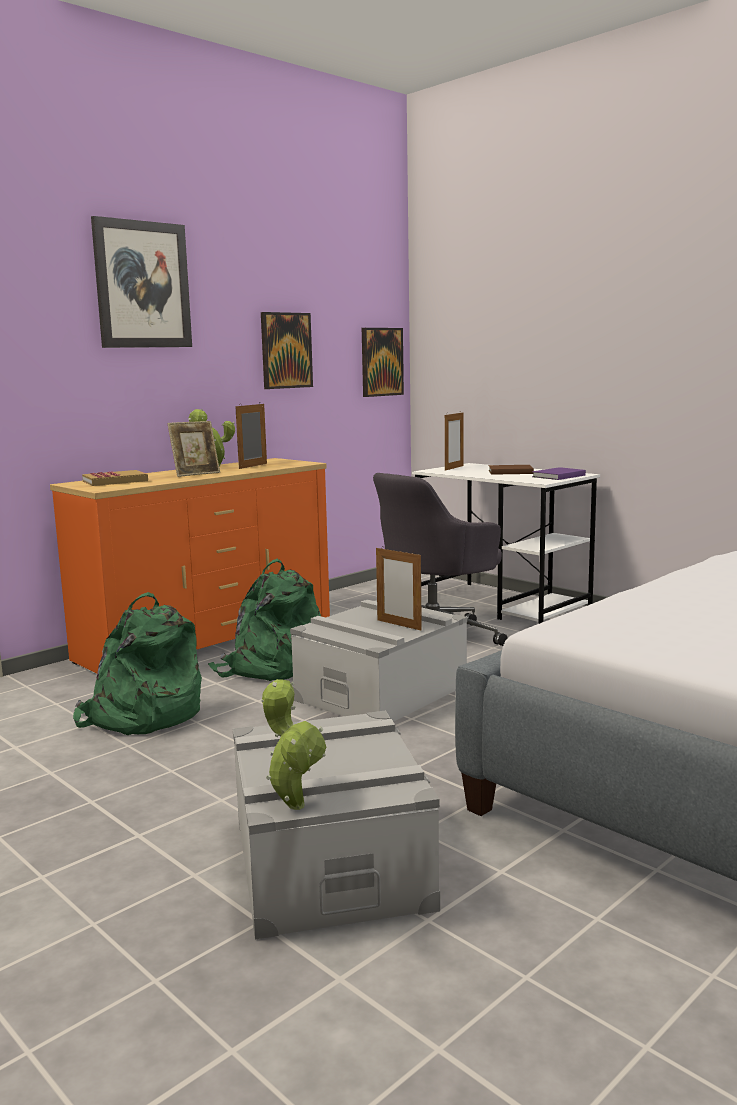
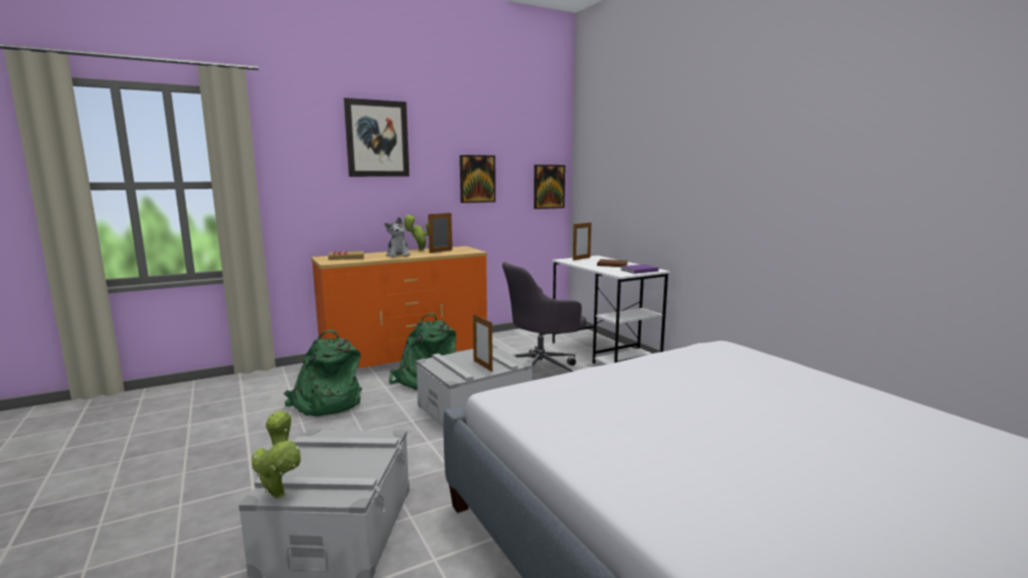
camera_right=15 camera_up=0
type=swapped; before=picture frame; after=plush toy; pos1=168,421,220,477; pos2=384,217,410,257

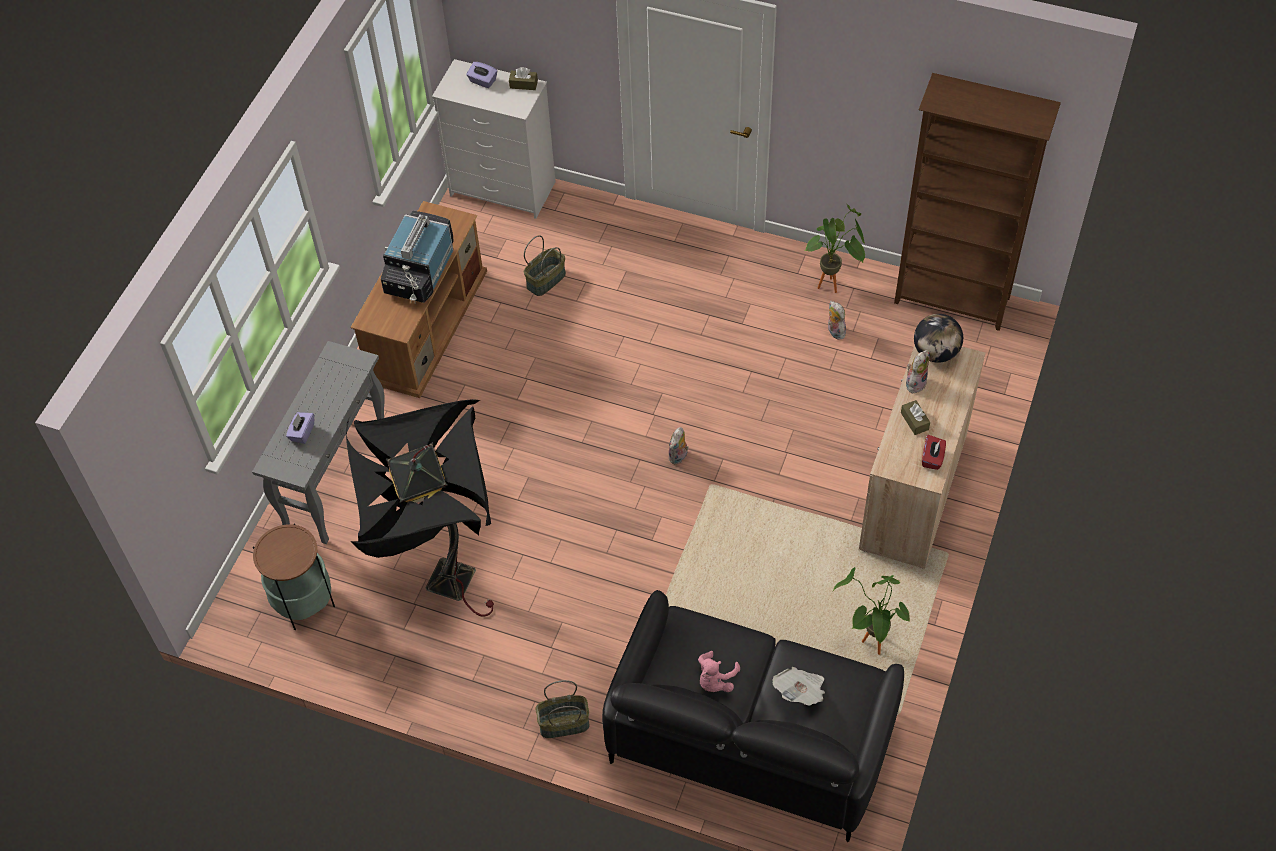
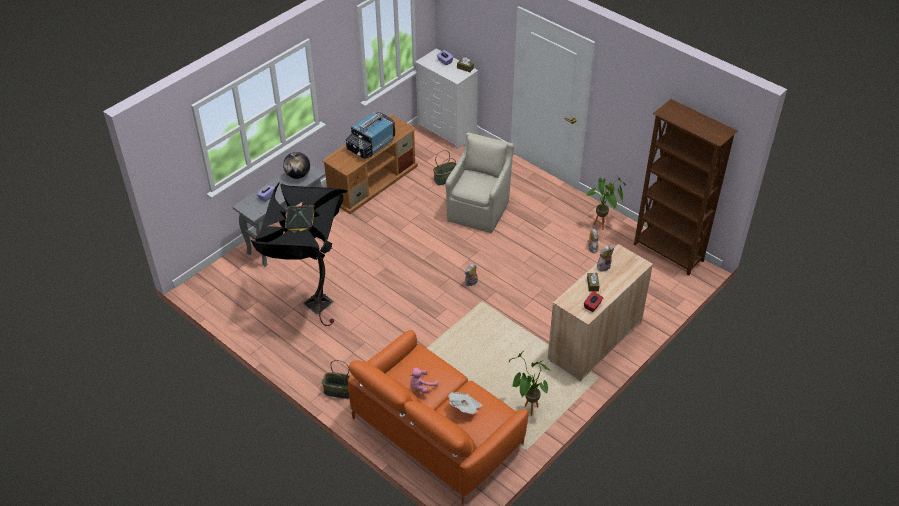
camera_right=20 camera_up=-10
type=gone; before=side table; pos1=253,523,335,630
type=repainted; before=black sofa; after=orange sofa; pos1=602,590,904,842; pos2=348,330,528,505
type=shifted; before=globe; pos1=914,314,963,363; pos2=283,152,310,179
type=new; after=beige armchair; pos2=446,132,514,233

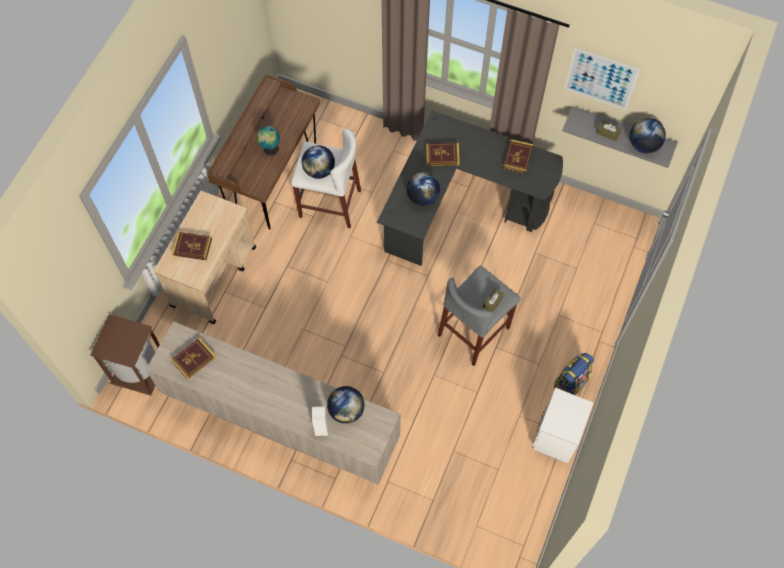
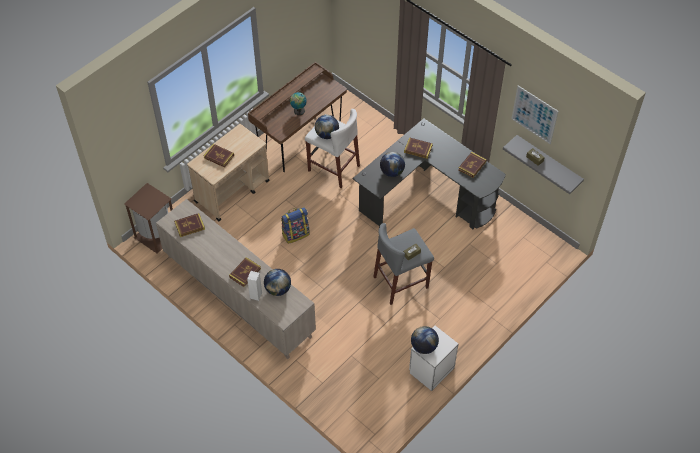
camera_right=20 camera_up=-10
type=shifted; before=backpack; pos1=554,353,594,395; pos2=281,207,309,244
type=shifted; before=globe; pos1=630,118,666,154; pos2=411,326,439,354
type=new; after=book; pos2=229,257,261,287

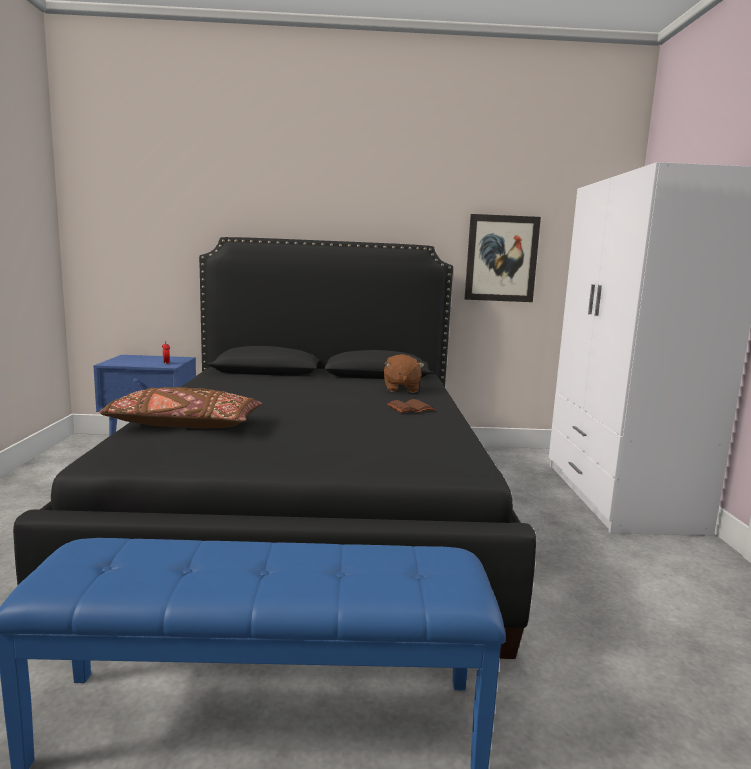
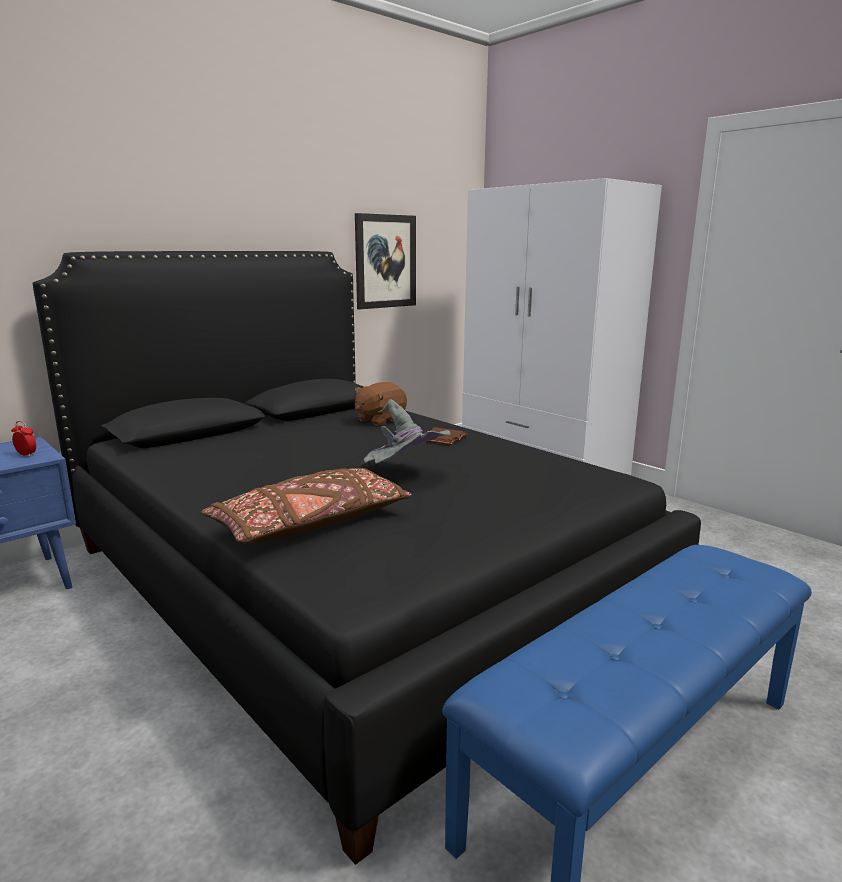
camera_right=-40 camera_up=5
type=rotated; before=brown plush toy; pos1=384,354,424,393; pos2=355,382,407,426; turn=90
type=new; after=grey hat; pos2=360,399,451,465

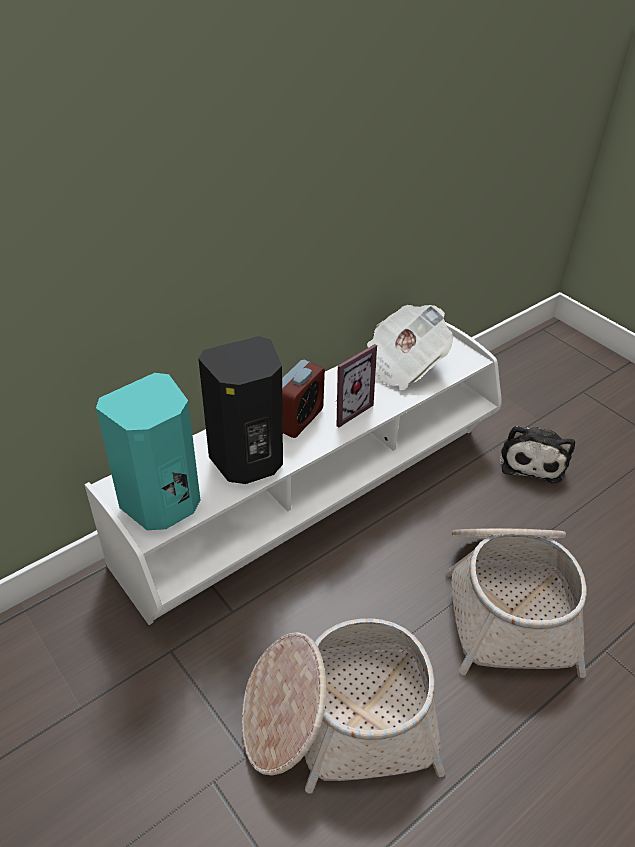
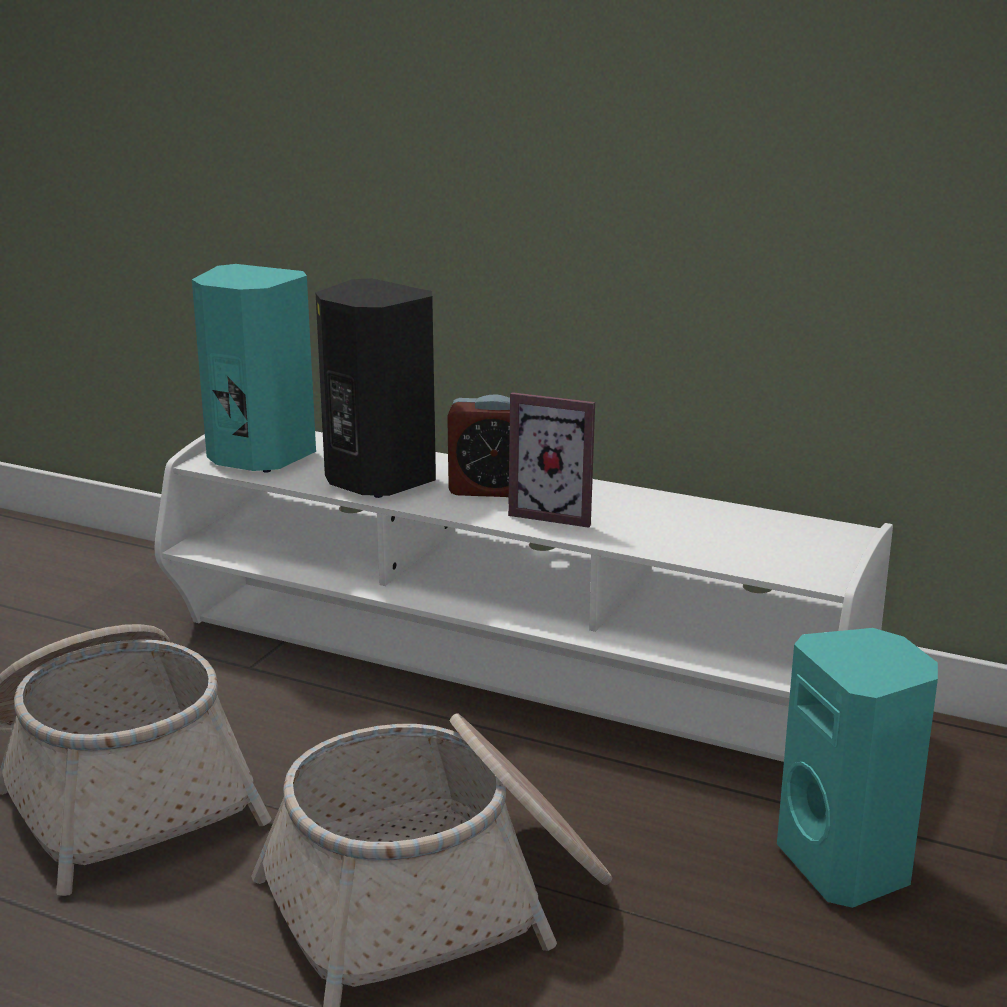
camera_right=65 camera_up=-20
type=gone; before=newspaper; pos1=367,305,453,389
type=swapped; before=plush toy; after=turquoise speaker; pos1=500,425,575,484; pos2=777,628,938,908

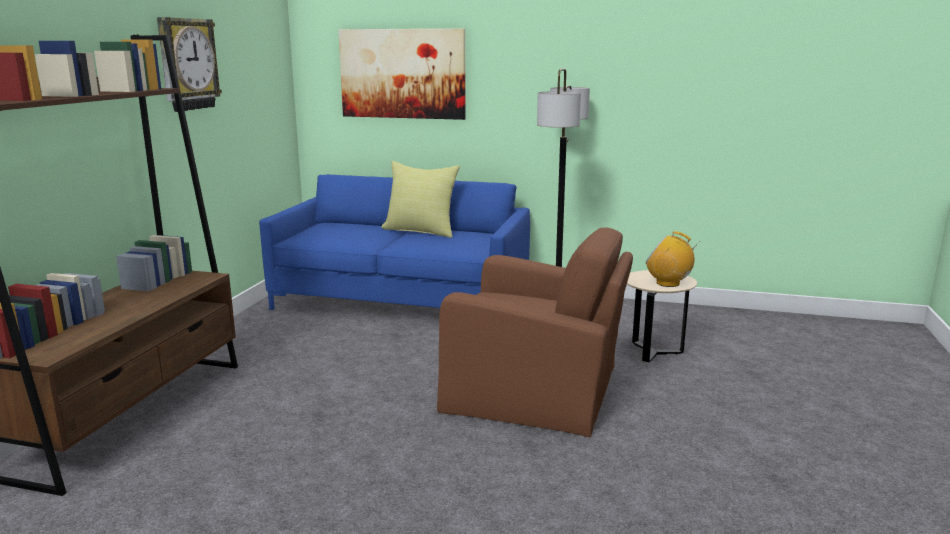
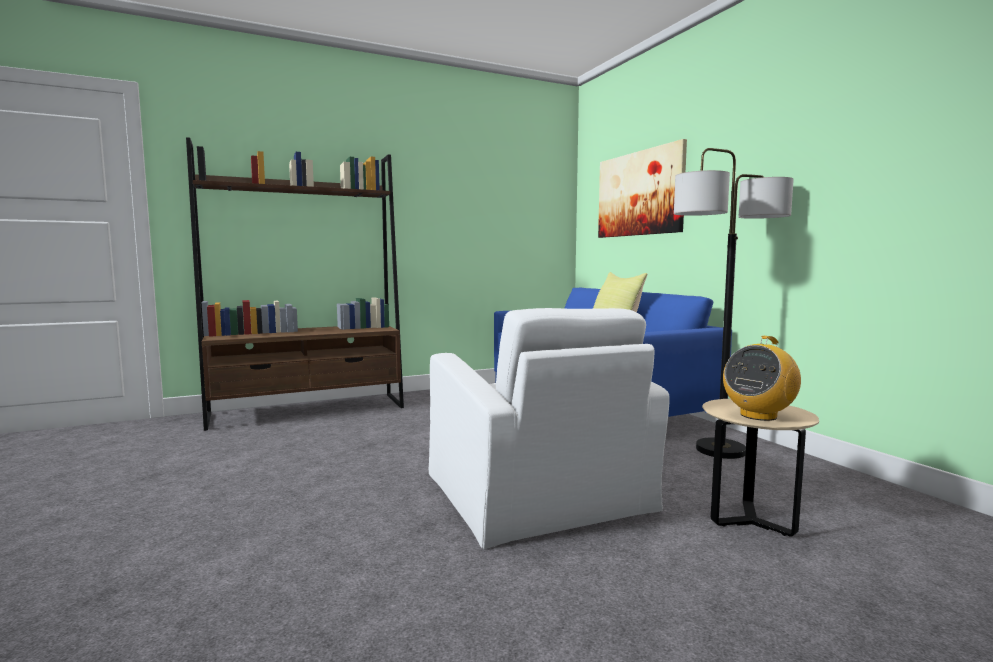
camera_right=50 camera_up=-10
type=gone; before=wall clock; pos1=157,17,222,112
type=repainted; before=brown armchair; after=white armchair; pos1=437,227,633,437; pos2=429,308,670,549
type=rotated; before=radio; pos1=646,231,700,287; pos2=723,336,801,421; turn=-120

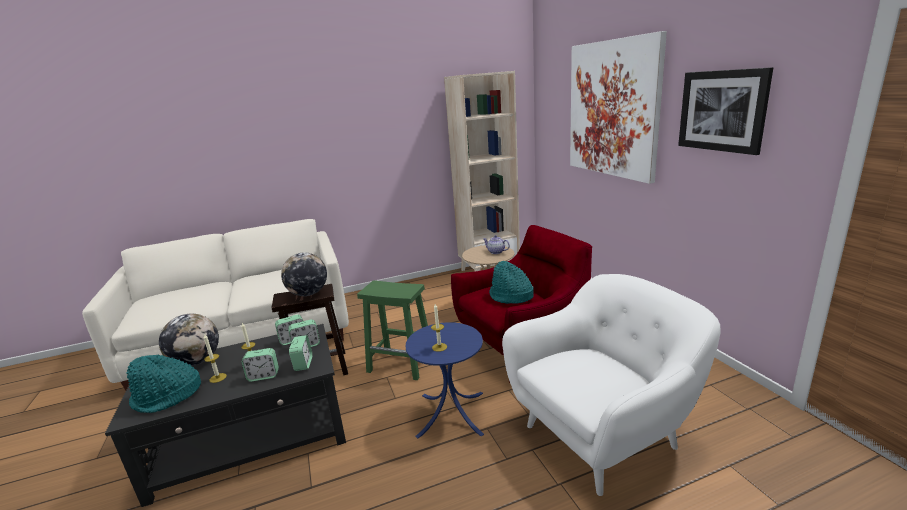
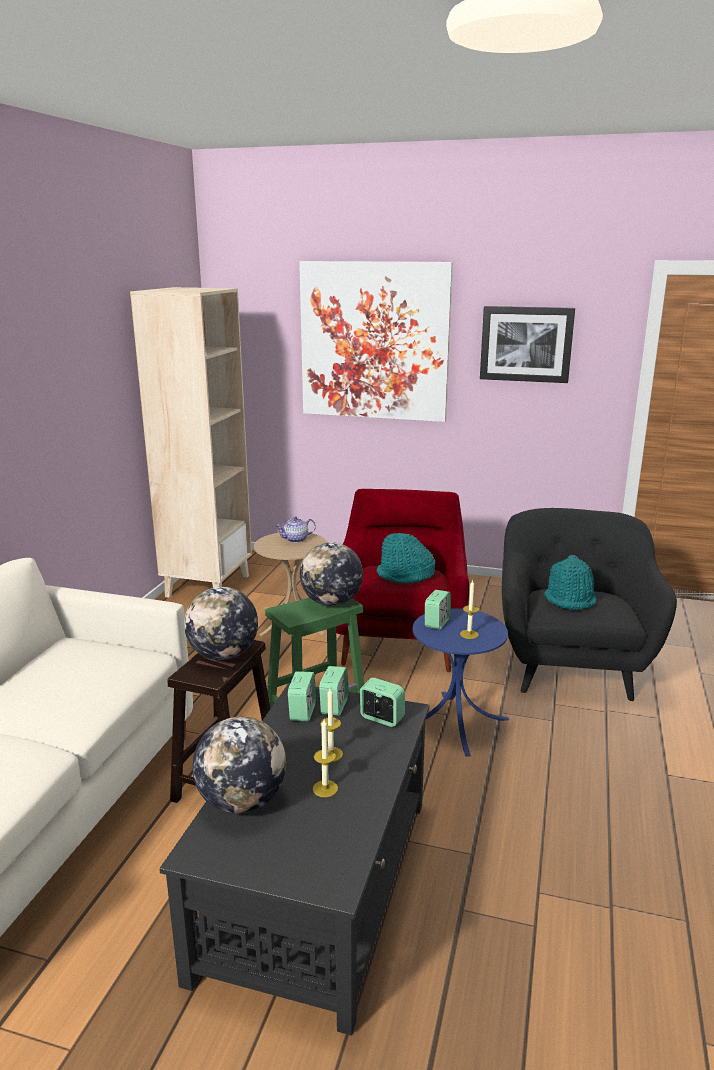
camera_right=-55 camera_up=0
type=shifted; before=turquoise hat; pos1=127,354,201,413; pos2=544,555,597,610
type=shifted; before=alarm clock; pos1=241,348,279,382; pos2=425,590,451,629
type=repainted; before=white armchair; after=black armchair; pos1=502,274,720,496; pos2=502,508,677,701
type=new; after=globe; pos2=300,542,363,606

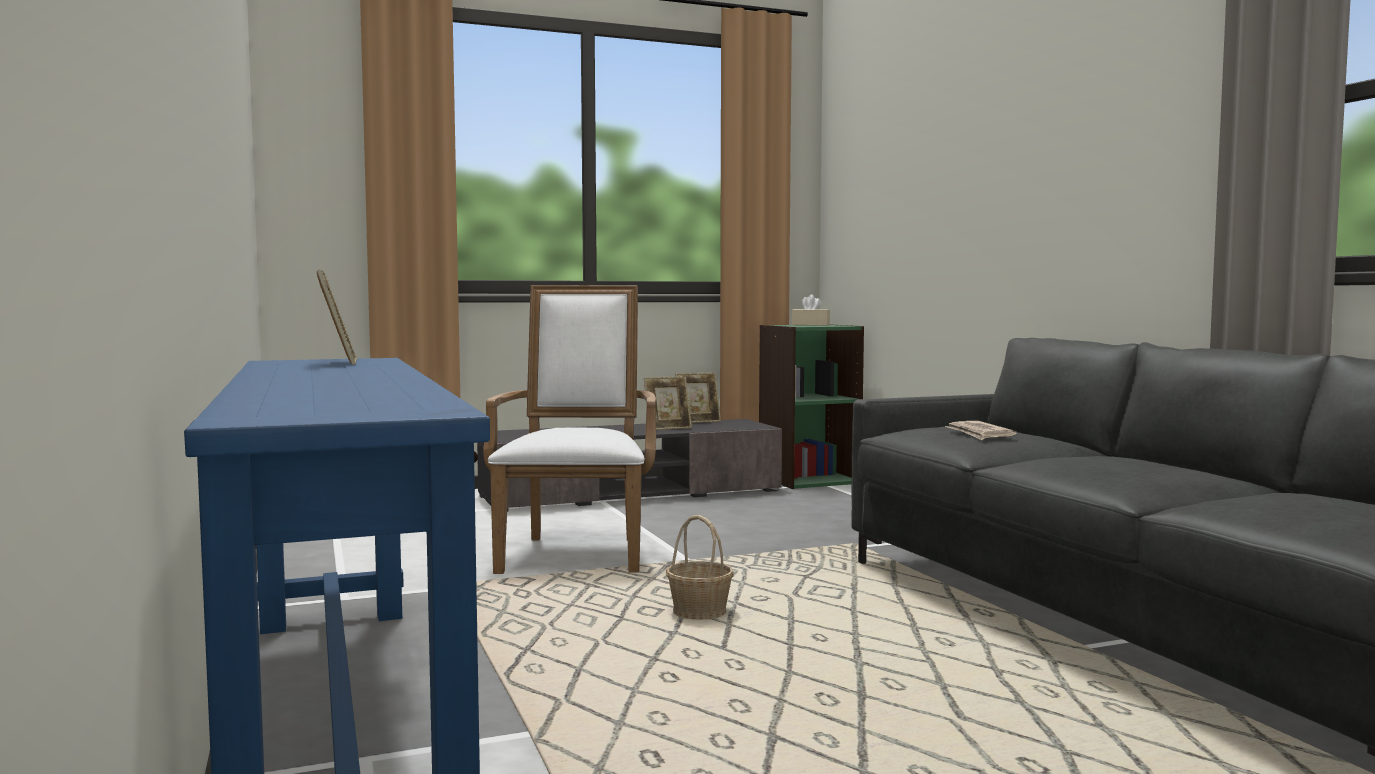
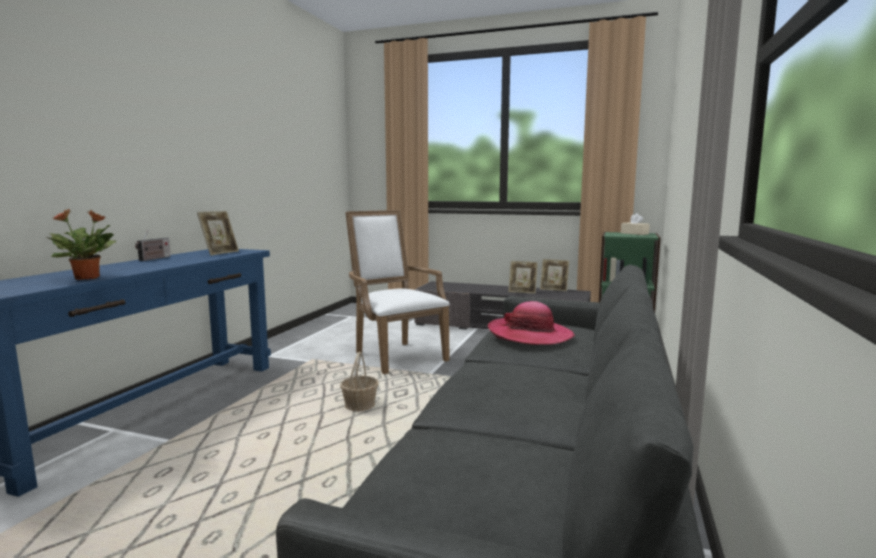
camera_right=40 camera_up=5
type=rotated; before=white armchair; pos1=483,285,656,574; pos2=345,210,450,374; turn=-75
type=swapped; before=newspaper; after=hat; pos1=945,421,1017,440; pos2=488,301,575,345
type=new; after=potted plant; pos2=47,209,117,280
type=new; after=radio; pos2=135,229,171,261

